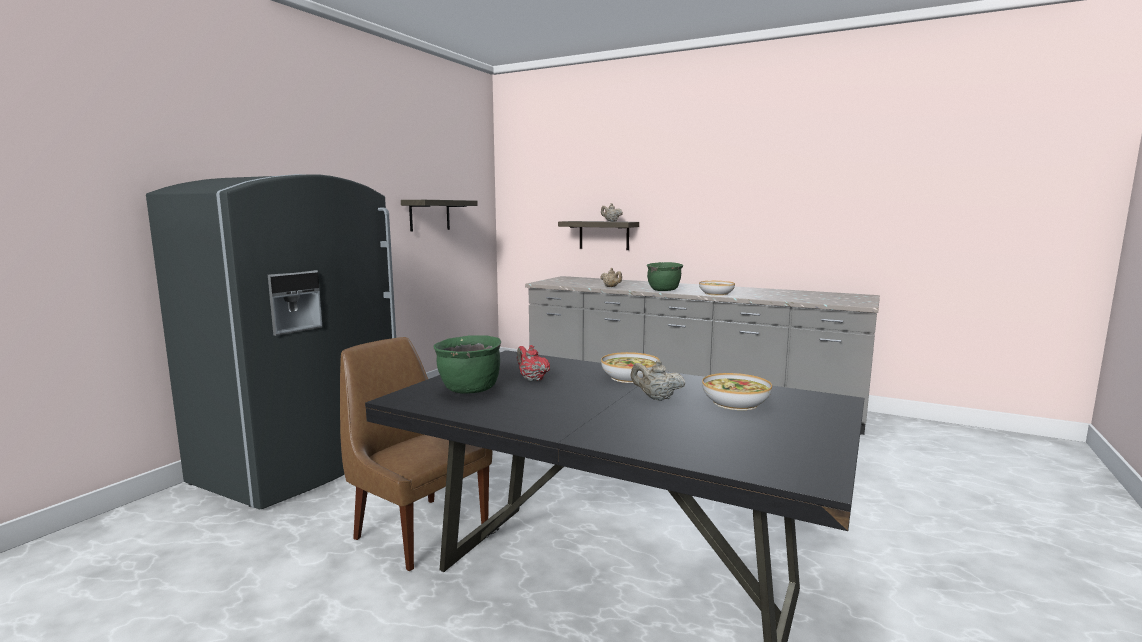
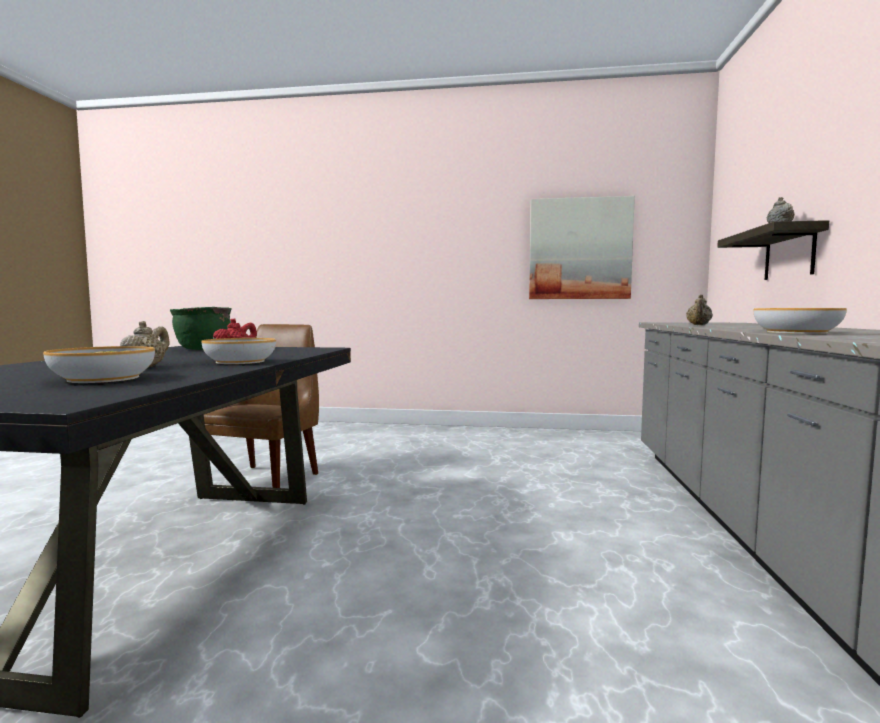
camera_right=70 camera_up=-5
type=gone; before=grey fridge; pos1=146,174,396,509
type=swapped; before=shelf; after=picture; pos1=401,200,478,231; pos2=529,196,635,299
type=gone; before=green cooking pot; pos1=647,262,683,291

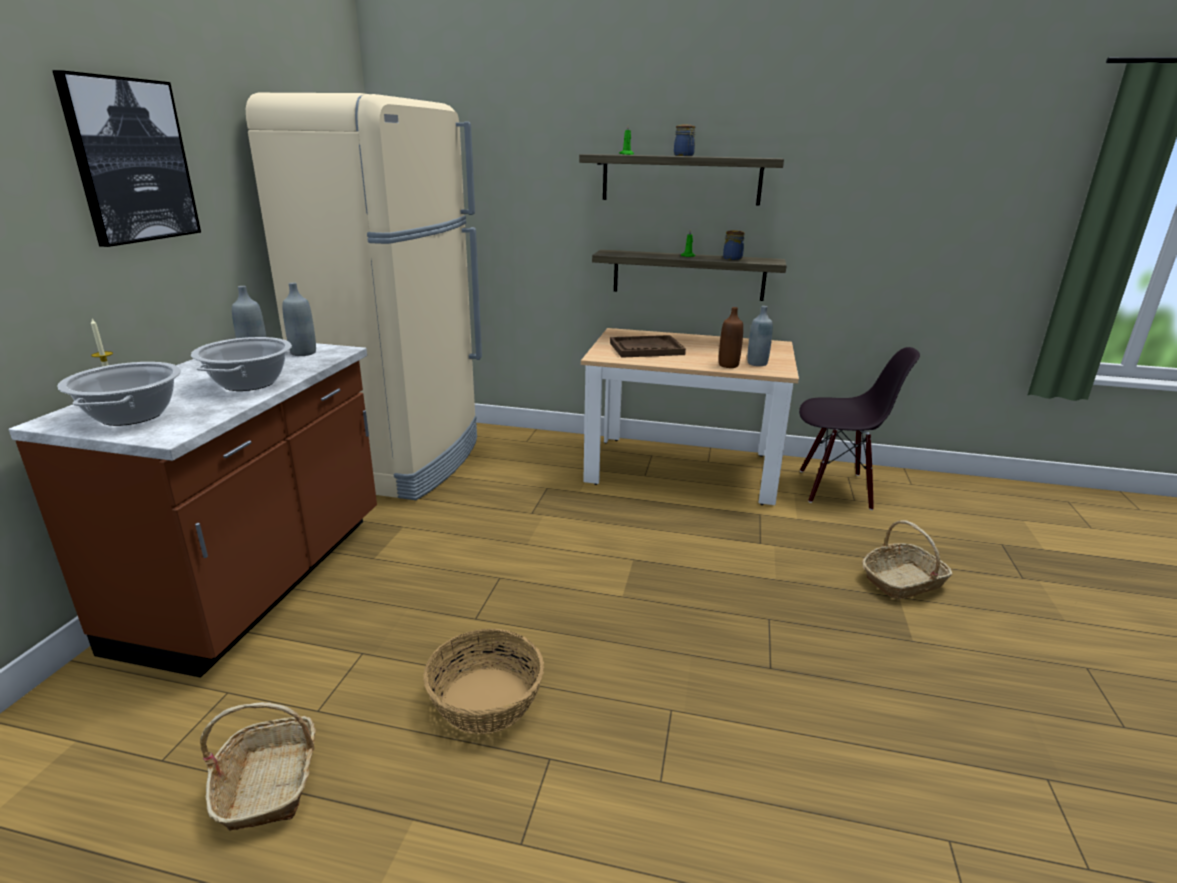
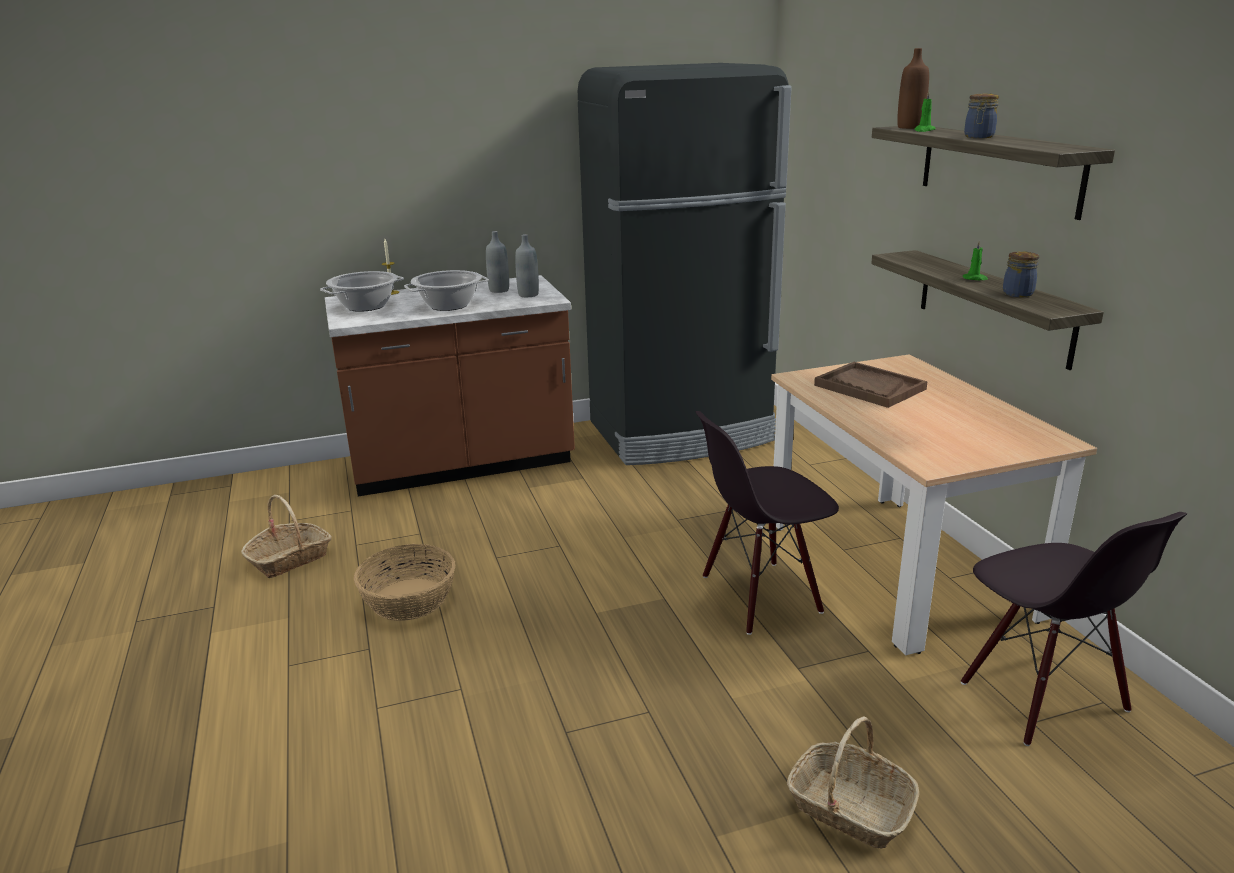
camera_right=60 camera_up=0
type=gone; before=picture; pos1=52,70,201,247
type=repainted; before=beige fridge; after=black fridge; pos1=246,93,482,500; pos2=578,63,792,465
type=shifted; before=brown bottle; pos1=719,307,743,368; pos2=897,48,929,129
type=gone; before=grey bottle; pos1=747,306,773,366
type=new; after=black chair; pos2=695,411,839,635

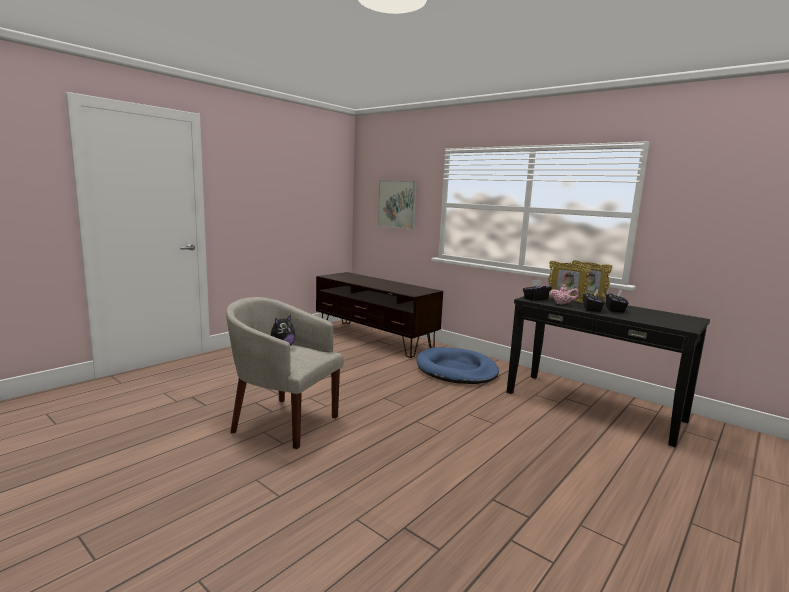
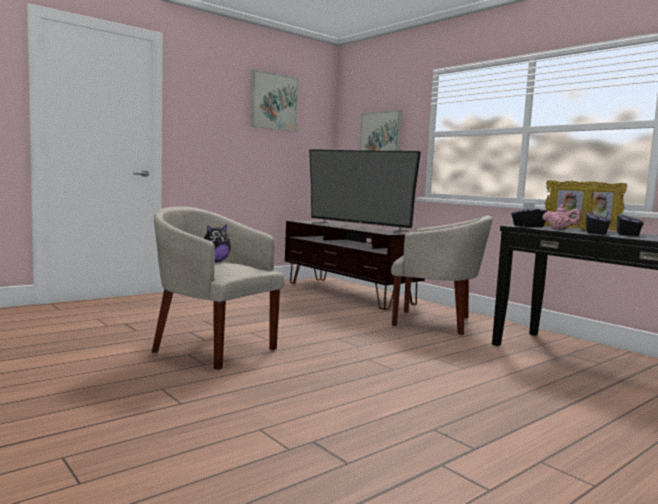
camera_right=10 camera_up=-5
type=swapped; before=blue dog bed; after=beige armchair; pos1=416,347,499,384; pos2=391,216,493,335
type=new; after=picture; pos2=250,69,299,132
type=new; after=television; pos2=309,149,421,233

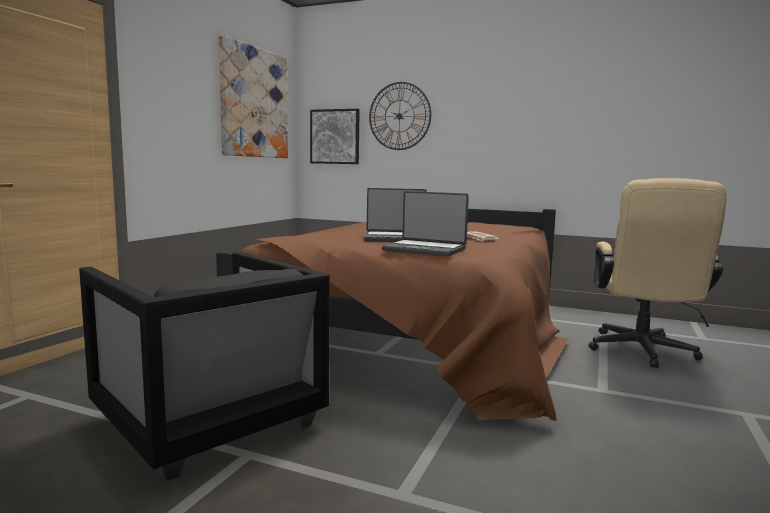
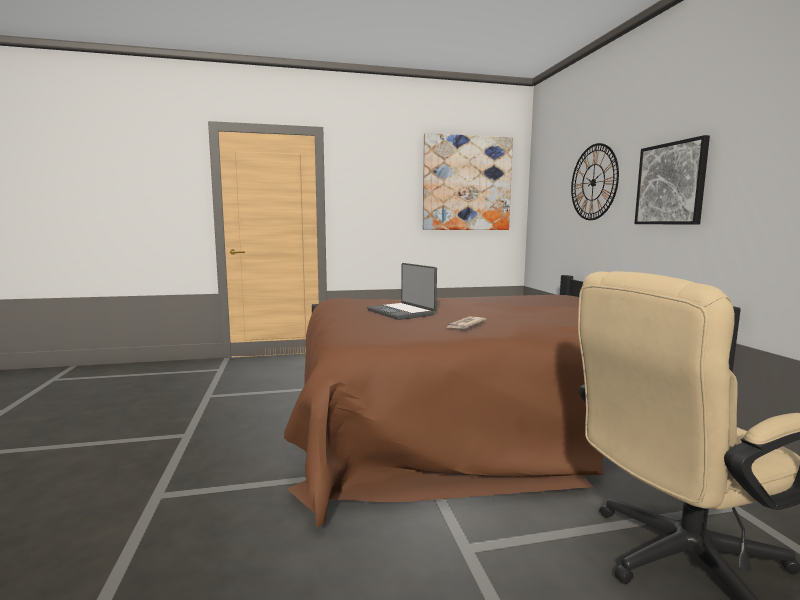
camera_right=55 camera_up=0
type=gone; before=black armchair; pos1=79,252,330,481
type=shifted; before=picture; pos1=310,109,360,164; pos2=634,135,710,224
type=gone; before=laptop; pos1=382,191,469,257

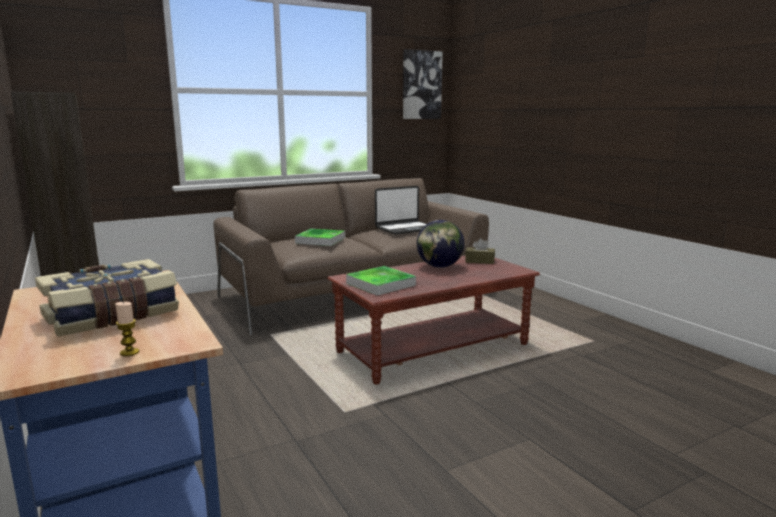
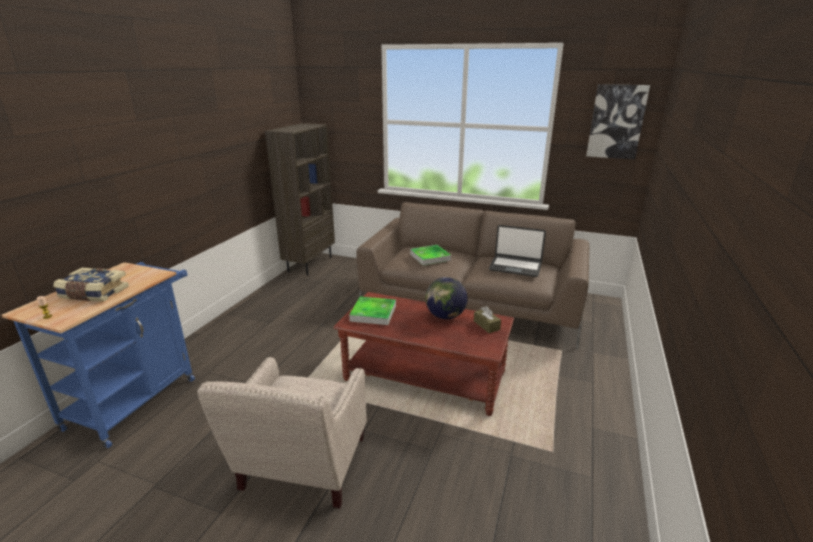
camera_right=50 camera_up=10
type=new; after=beige armchair; pos2=197,357,367,508

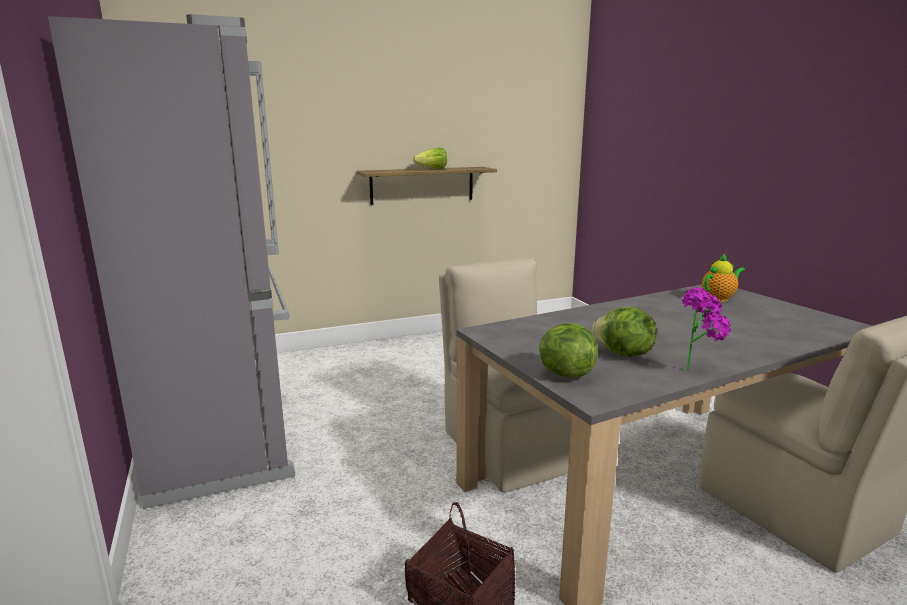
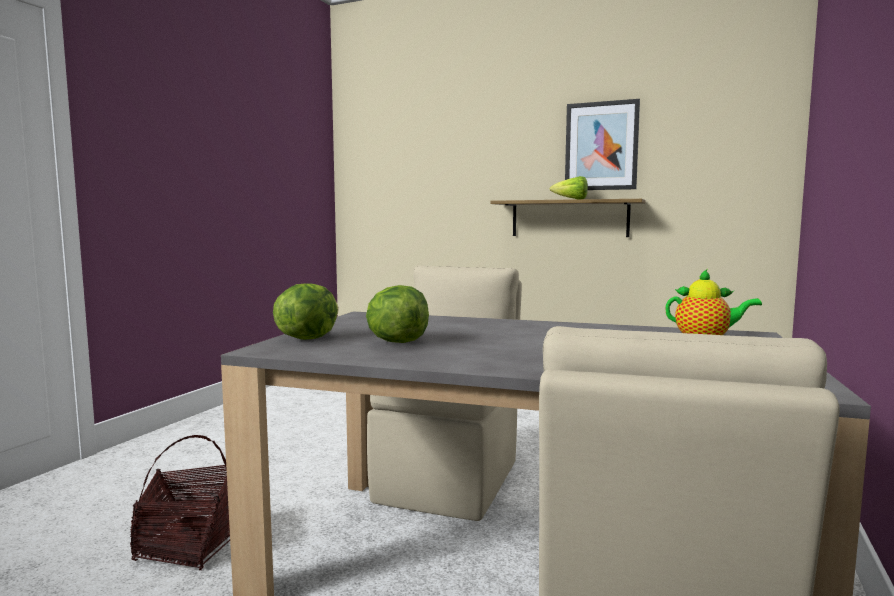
camera_right=45 camera_up=-10
type=gone; before=grey fridge; pos1=48,14,295,509
type=gone; before=potted plant; pos1=682,287,731,371
type=new; after=picture; pos2=565,99,640,190

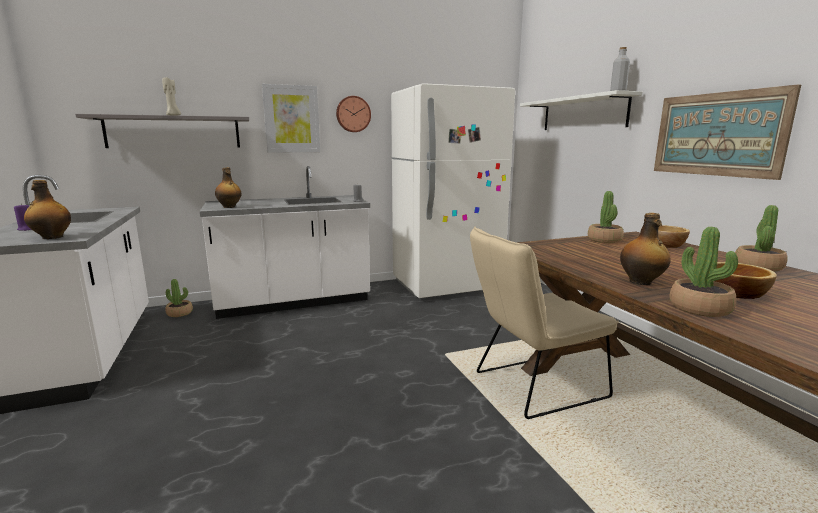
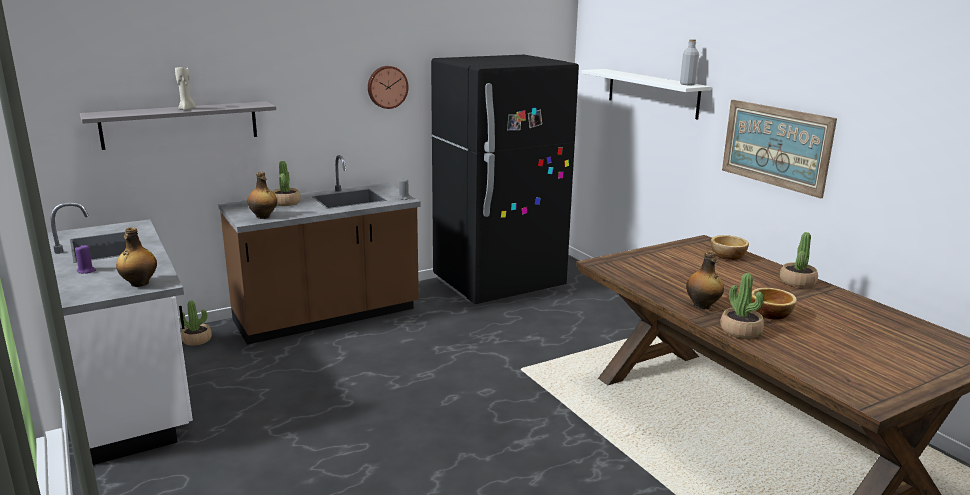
camera_right=-10 camera_up=5
type=repainted; before=white counter; after=brown counter; pos1=200,166,370,319; pos2=218,155,420,345
type=gone; before=picture; pos1=262,84,320,153
type=repainted; before=white fridge; after=black fridge; pos1=391,83,515,298; pos2=431,55,579,304
type=gone; before=beige chair; pos1=470,227,619,419
type=shifted; before=potted plant; pos1=588,191,624,243; pos2=272,161,301,206

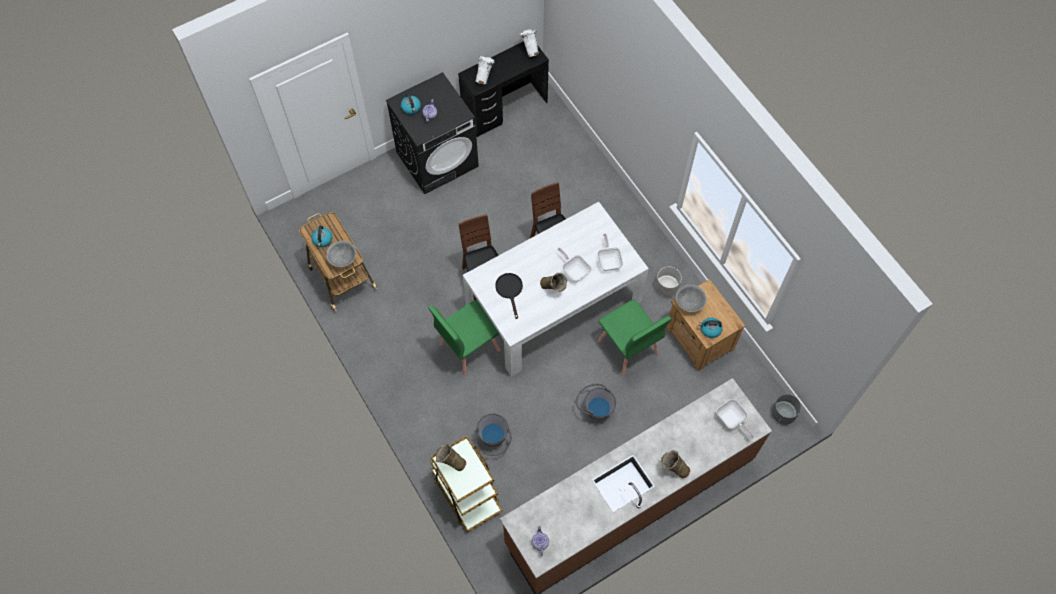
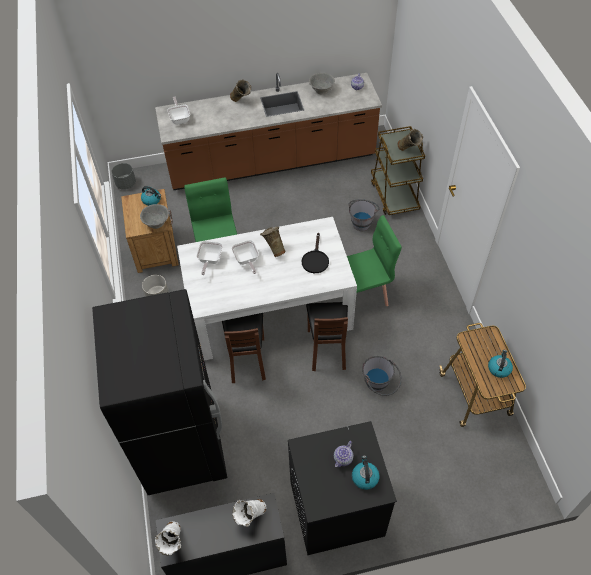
camera_right=-160 camera_up=-10
type=shifted; before=grey bowl; pos1=326,241,356,267; pos2=309,73,335,94
type=shifted; before=grey bucket; pos1=576,384,616,421; pos2=362,356,402,396
type=new; after=black fridge; pos2=92,289,227,495

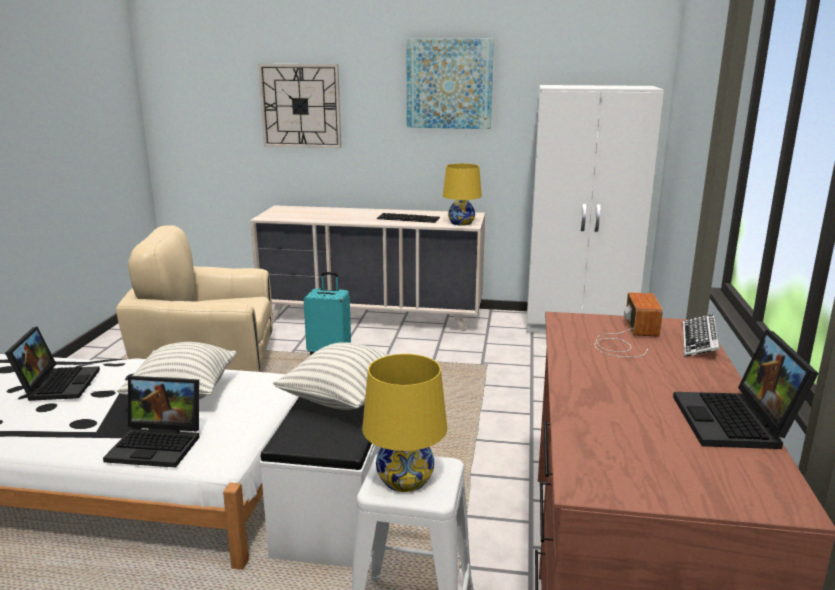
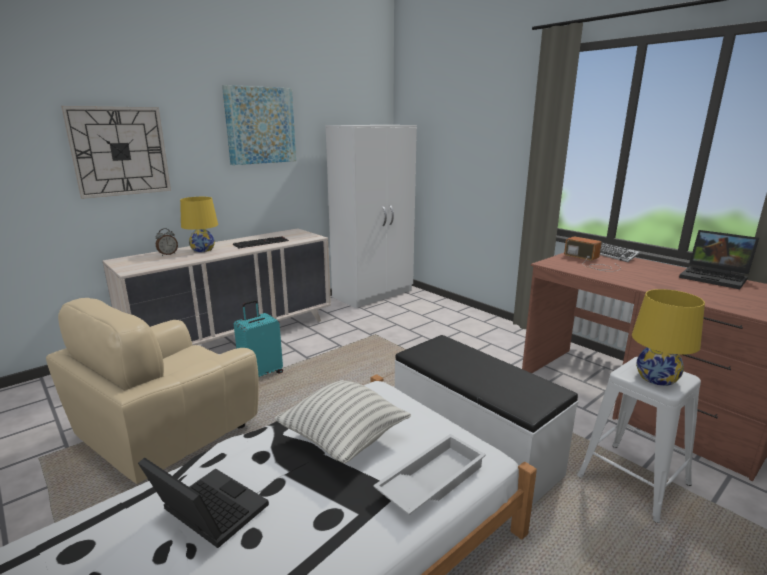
camera_right=-50 camera_up=0
type=swapped; before=laptop; after=white tray; pos1=103,376,200,468; pos2=373,434,486,515
type=gone; before=pillow; pos1=273,342,388,410
type=shifted; before=yellow table lamp; pos1=443,163,482,225; pos2=180,197,218,252
type=new; after=alarm clock; pos2=156,228,178,256

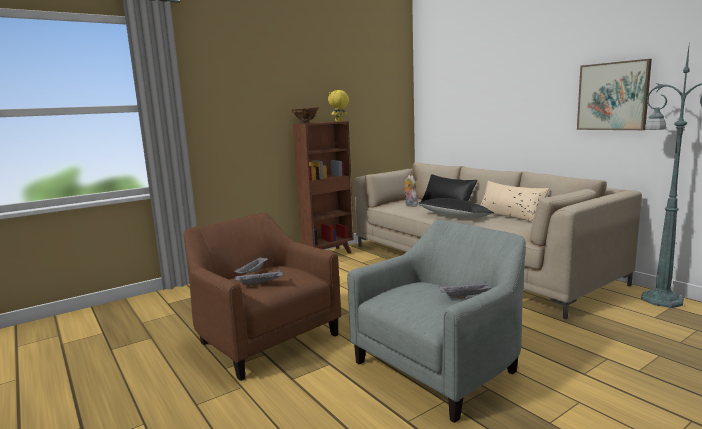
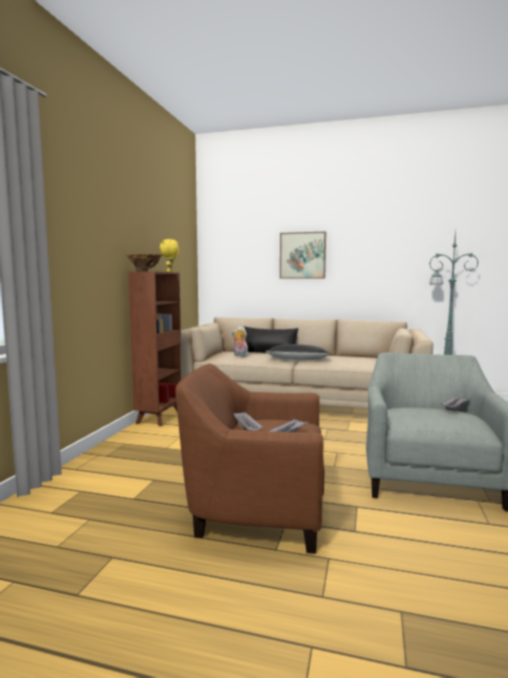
camera_right=-40 camera_up=-5
type=gone; before=beige pillow; pos1=480,181,549,223
type=shifted; before=picture; pos1=577,59,652,130; pos2=280,232,326,279

